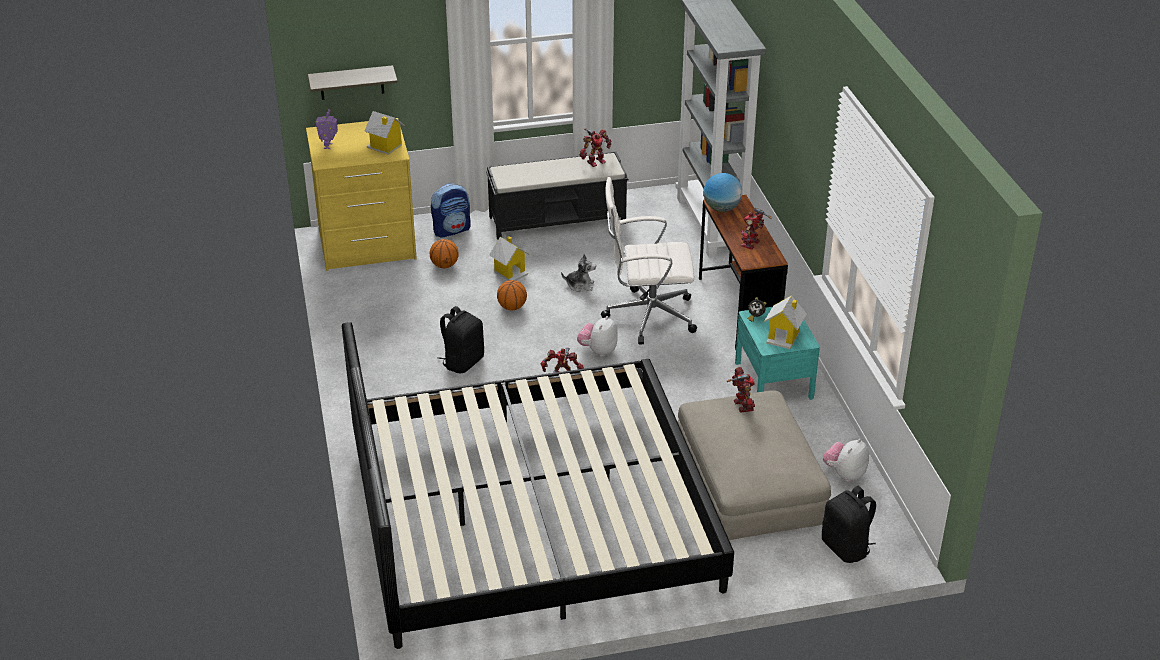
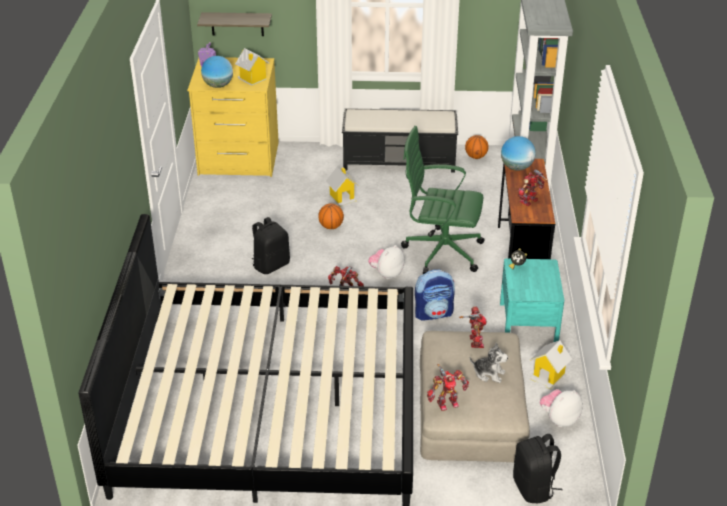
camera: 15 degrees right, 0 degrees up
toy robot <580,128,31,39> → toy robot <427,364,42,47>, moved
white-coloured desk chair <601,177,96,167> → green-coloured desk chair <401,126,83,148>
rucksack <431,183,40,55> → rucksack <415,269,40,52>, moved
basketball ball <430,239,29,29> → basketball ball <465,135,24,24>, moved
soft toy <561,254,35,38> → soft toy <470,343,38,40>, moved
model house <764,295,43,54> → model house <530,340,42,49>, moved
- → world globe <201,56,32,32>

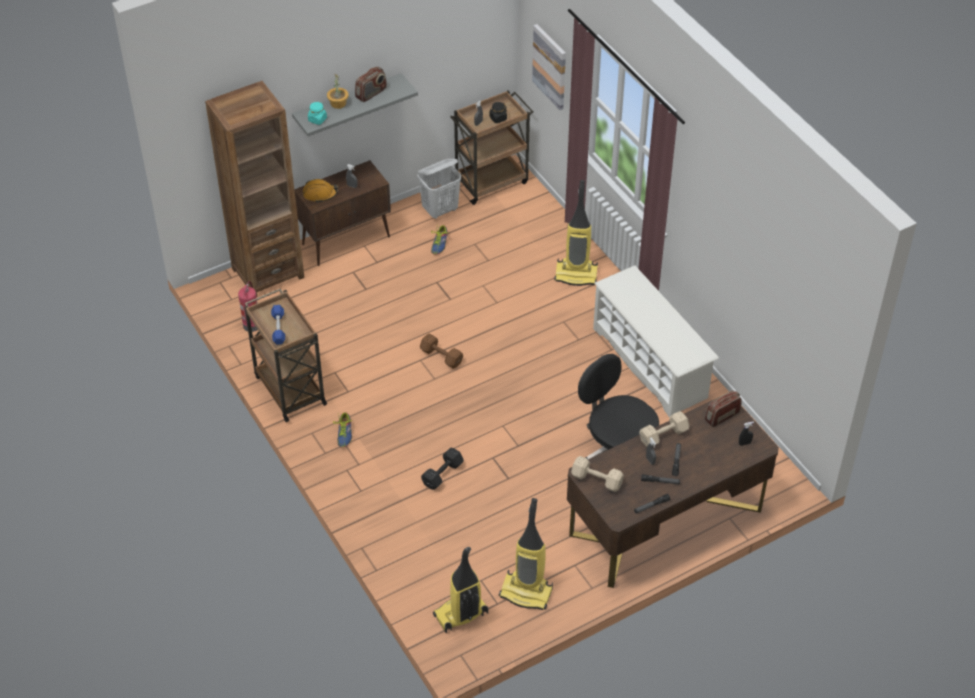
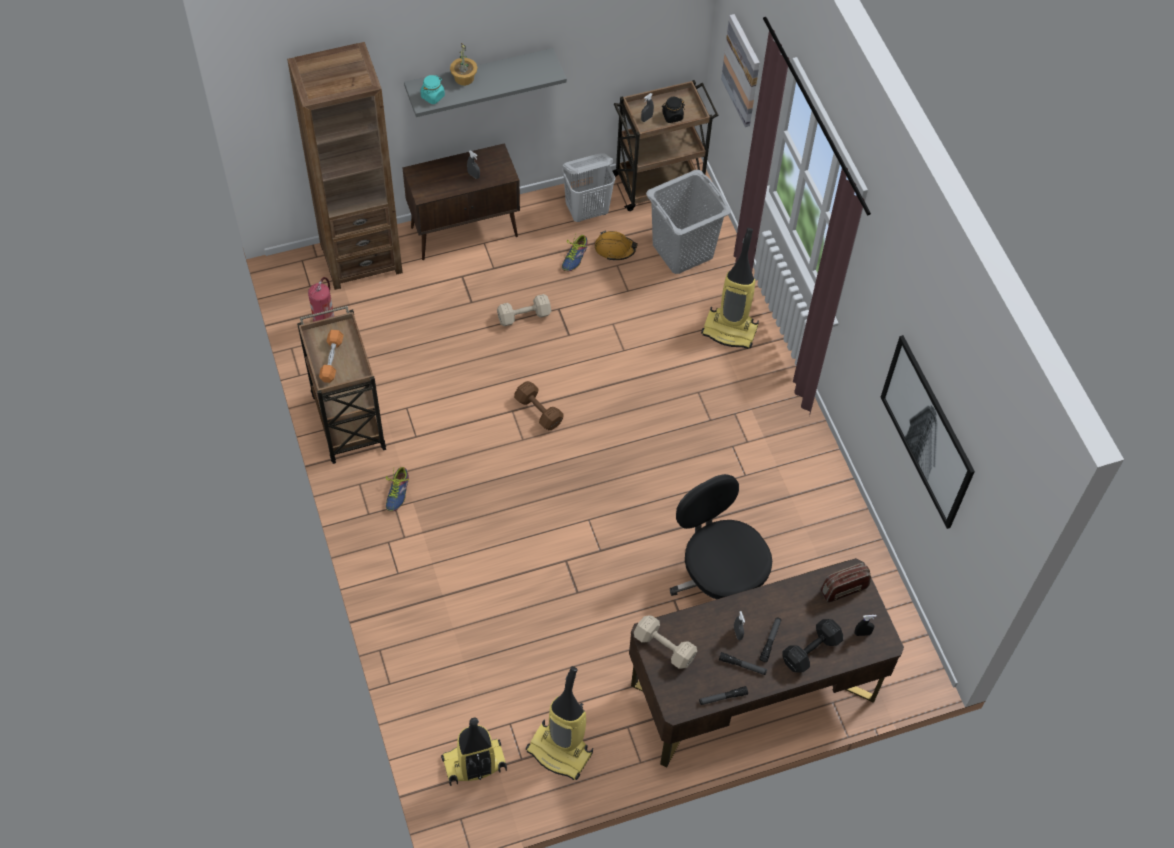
camera: 10 degrees right, 10 degrees up
radio set <355,67,32,35> → -
orangey work helmet <303,179,35,24> → orangey work helmet <595,230,43,30>, moved
white-coloured shoe shelf <593,265,126,153> → -
blue-coloured dumbbell <271,305,14,40> → orangey dumbbell <319,330,25,53>
beige dumbbell <639,411,50,36> → beige dumbbell <497,294,54,32>, moved
blackish dumbbell <421,448,43,42> → blackish dumbbell <783,619,60,54>, moved
- → grey washing basket <646,170,85,104>
- → wall picture <880,335,95,194>

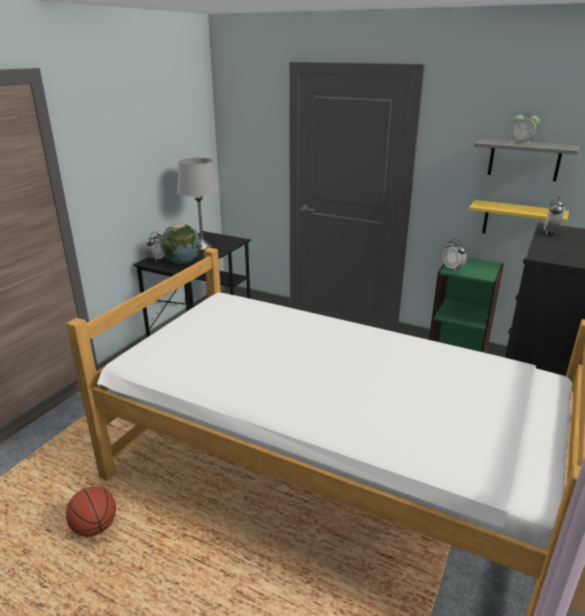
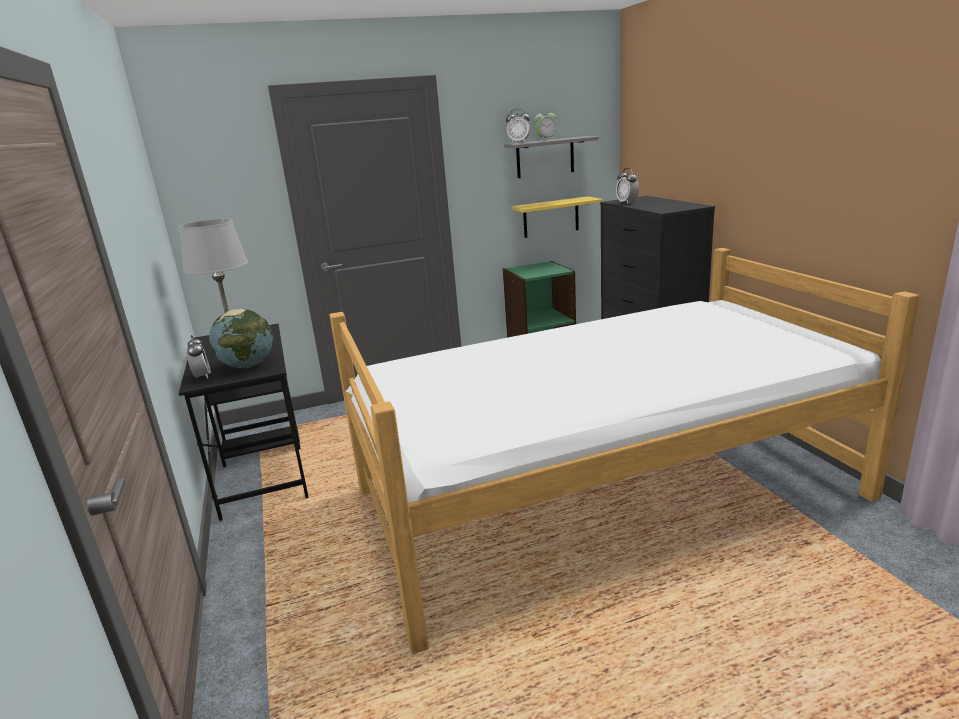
camera: 45 degrees left, 5 degrees down
alarm clock <443,239,24,32> → alarm clock <506,109,24,34>, moved
basketball ball <66,486,50,51> → -

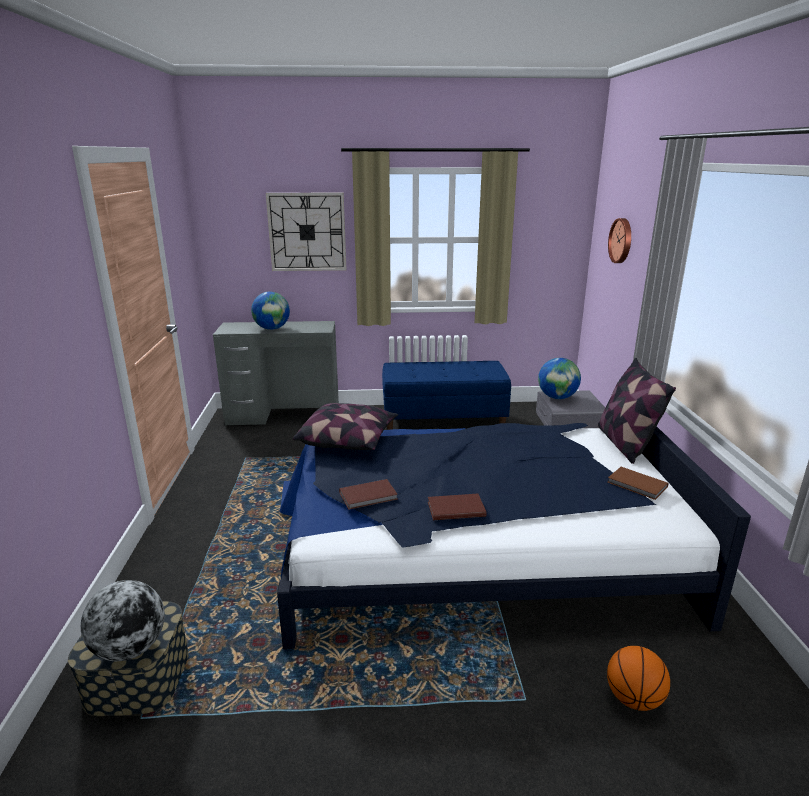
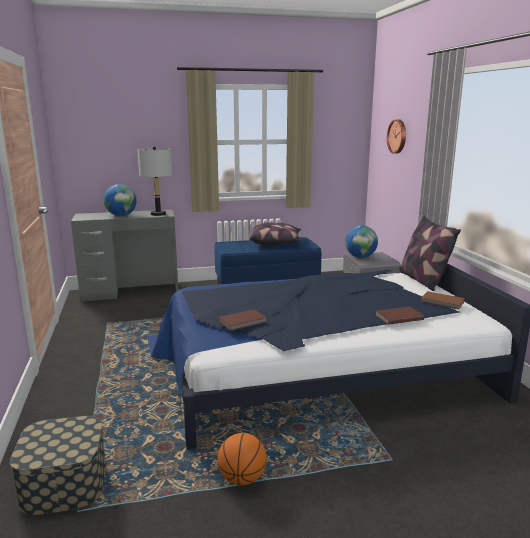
camera: 10 degrees left, 5 degrees down
hanging clock <266,193,81,78> → -
throw pillow <293,403,105,47> → throw pillow <250,222,51,23>, moved
brown-coloured volume <428,494,59,26> → brown-coloured volume <375,307,50,18>, moved
world globe <81,580,84,81> → -
basketball ball <607,646,63,65> → basketball ball <218,433,49,52>, moved
- → grey tabletop lamp <137,146,35,70>

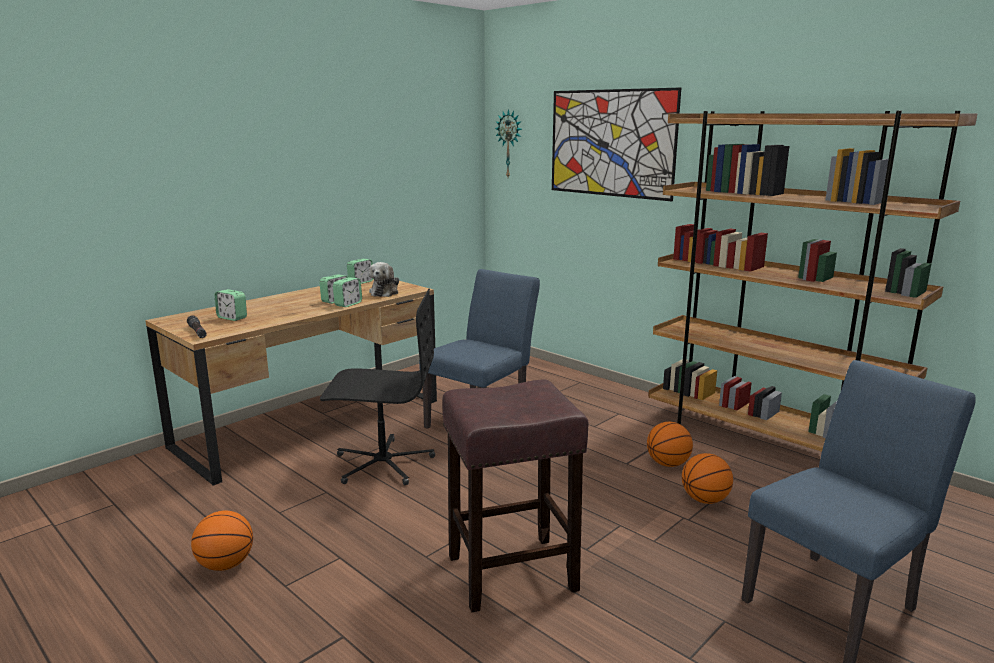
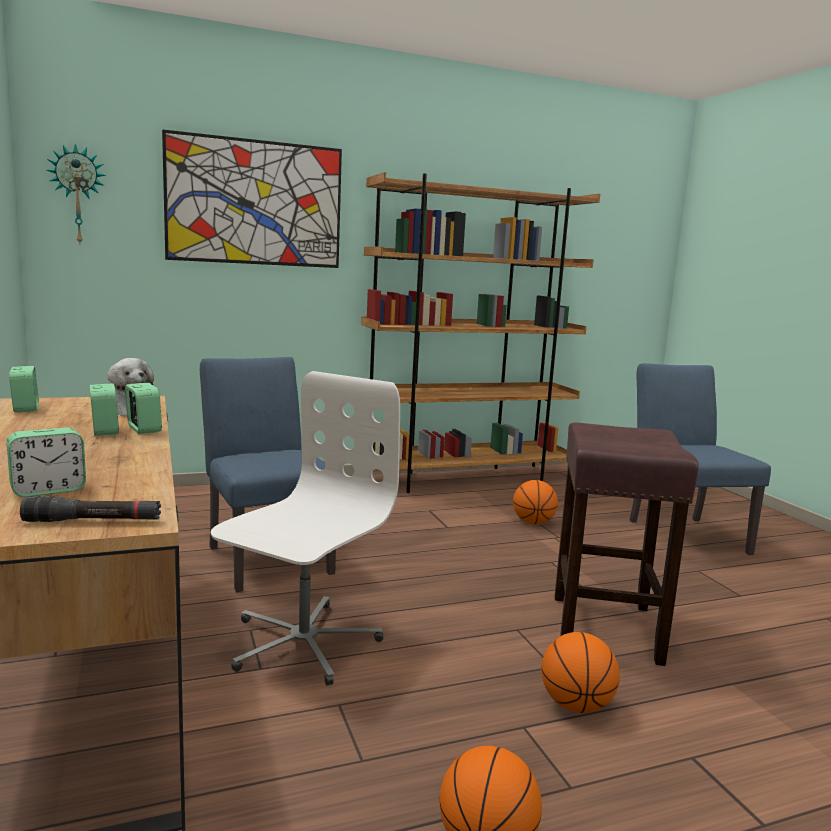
camera: 65 degrees left, 5 degrees down
blackish desk chair <320,289,115,196> → white-coloured desk chair <211,371,189,315>
basketball ball <647,422,46,45> → basketball ball <541,632,79,81>, moved

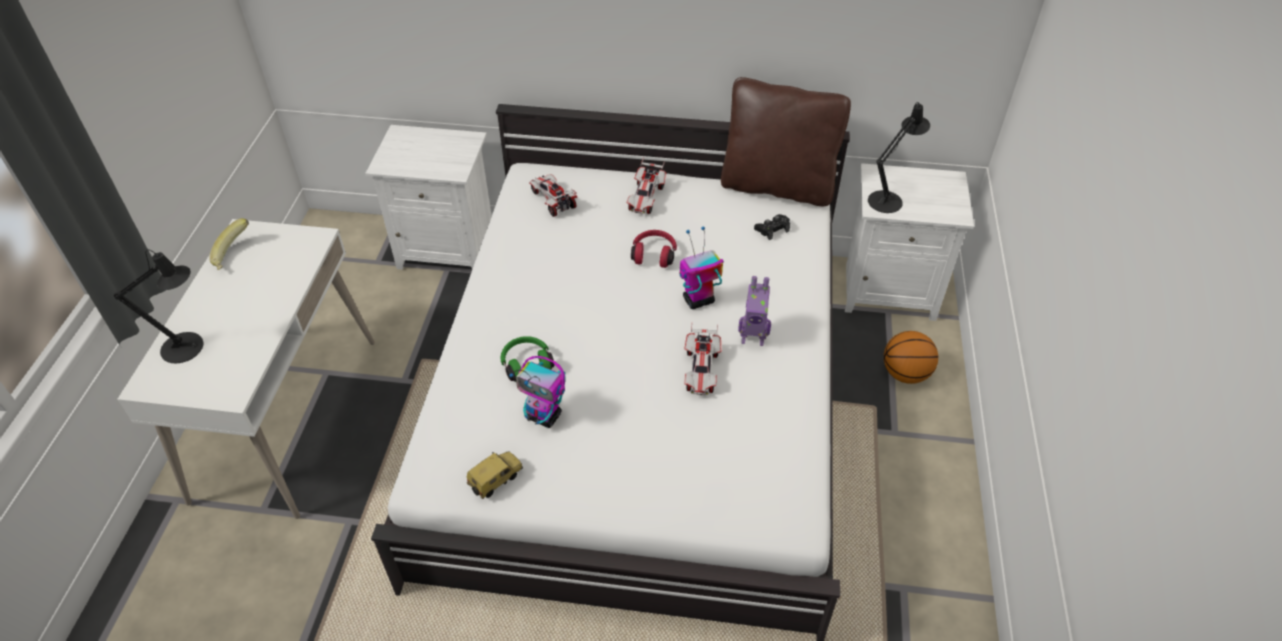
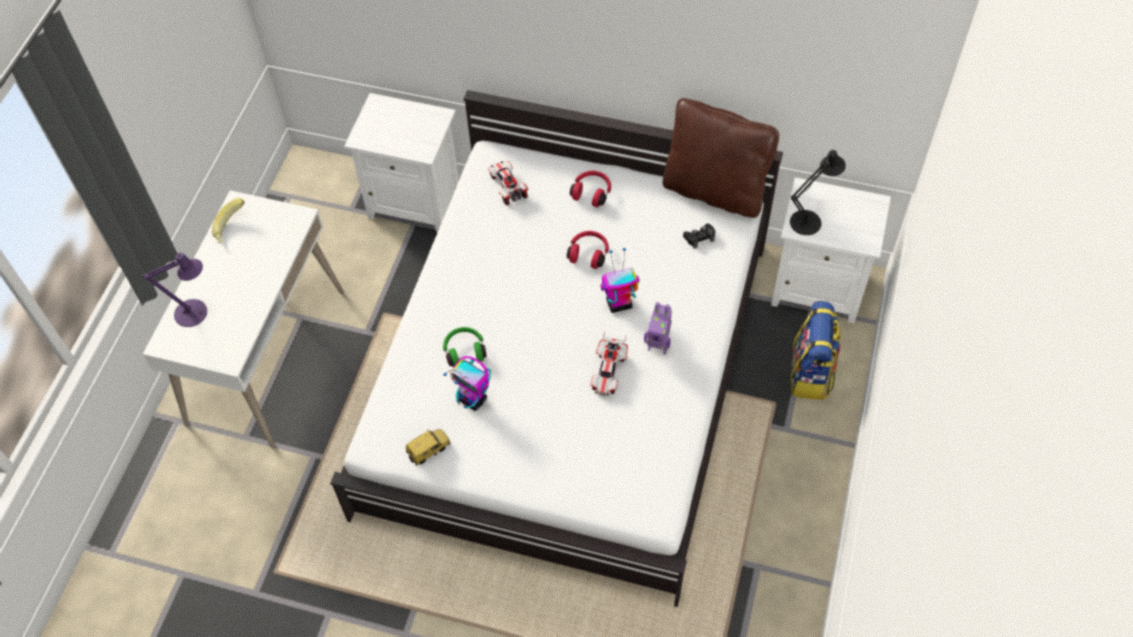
camera: 10 degrees right, 10 degrees up
model car <627,157,39,57> → red headphones <570,171,41,36>
blackish tabletop lamp <114,250,90,114> → purple-coloured tabletop lamp <143,251,64,76>
basketball ball <884,331,54,53> → rucksack <790,301,51,99>

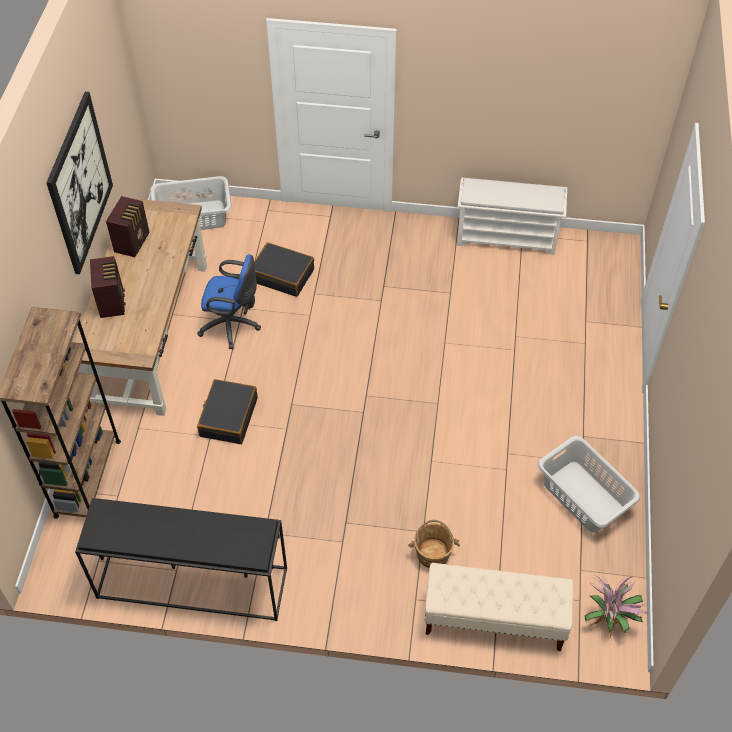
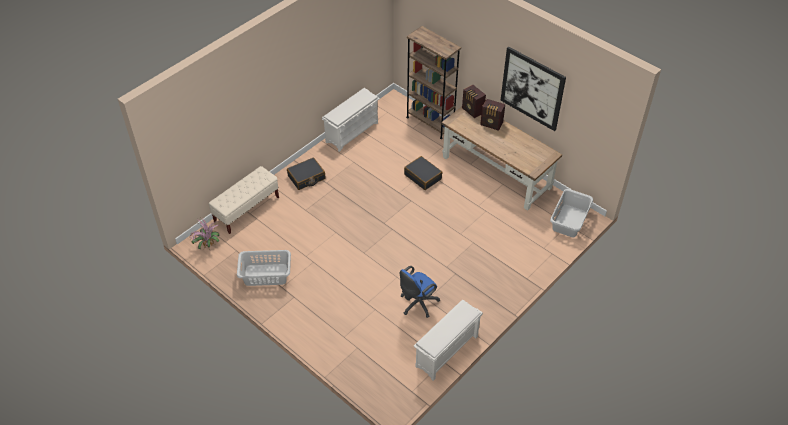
camera: 125 degrees right, 5 degrees down
radio set <106,196,44,61> → radio set <462,85,24,33>, moved
blackish suitcase <254,243,60,54> → blackish suitcase <287,157,39,33>, moved
blue-coloured desk chair <197,254,64,95> → blue-coloured desk chair <400,266,40,52>, moved
blackish console table <75,498,212,123> → white-coloured shoe shelf <322,88,58,64>
brown-coloured water bucket <408,520,52,48> → -

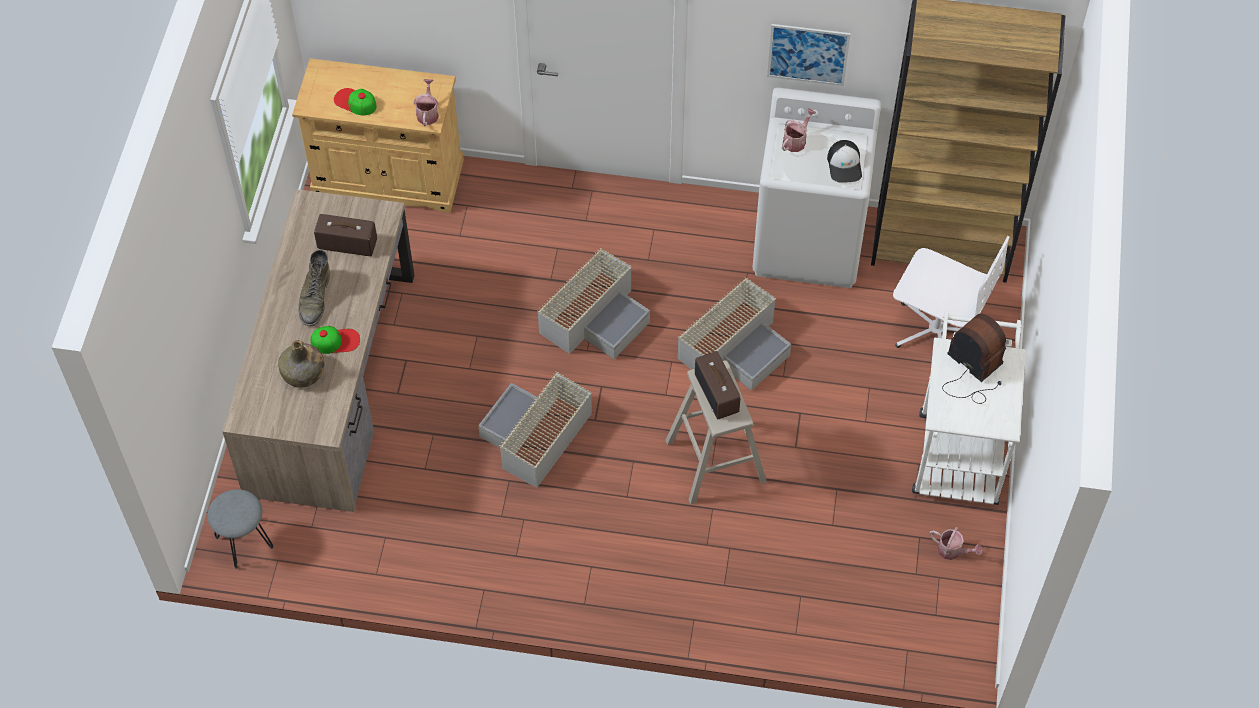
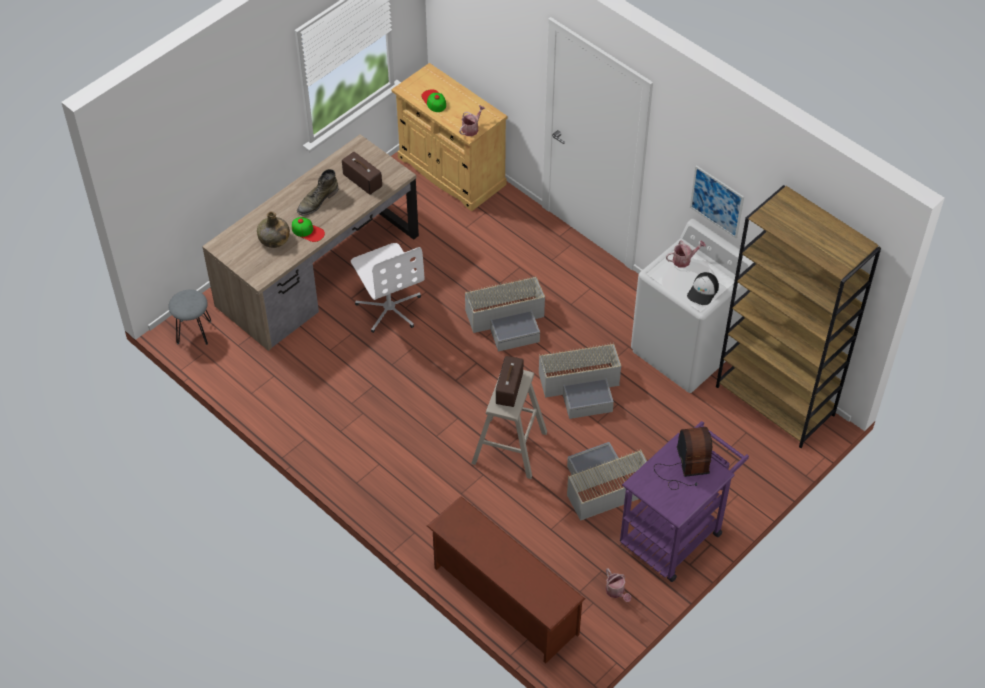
camera: 35 degrees right, 5 degrees down
white-coloured desk chair <893,236,117,112> → white-coloured desk chair <351,243,73,90>, moved
white-coloured trolley <912,310,114,195> → purple-coloured trolley <620,421,129,161>
grey storage bin <478,371,114,117> → grey storage bin <567,442,80,79>, moved
- → brown-coloured shoe shelf <427,496,158,168>

